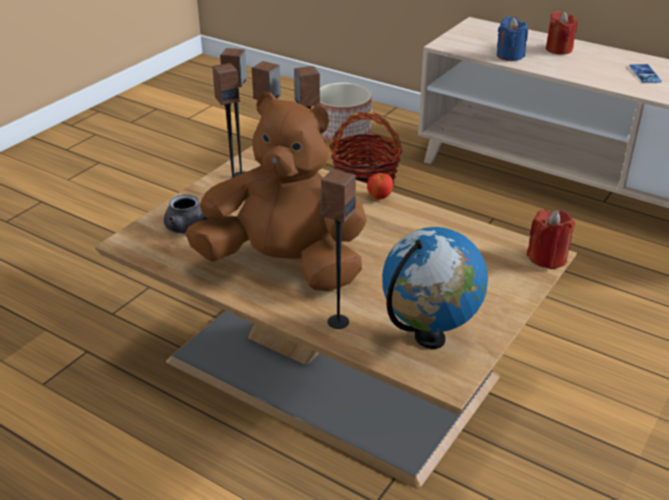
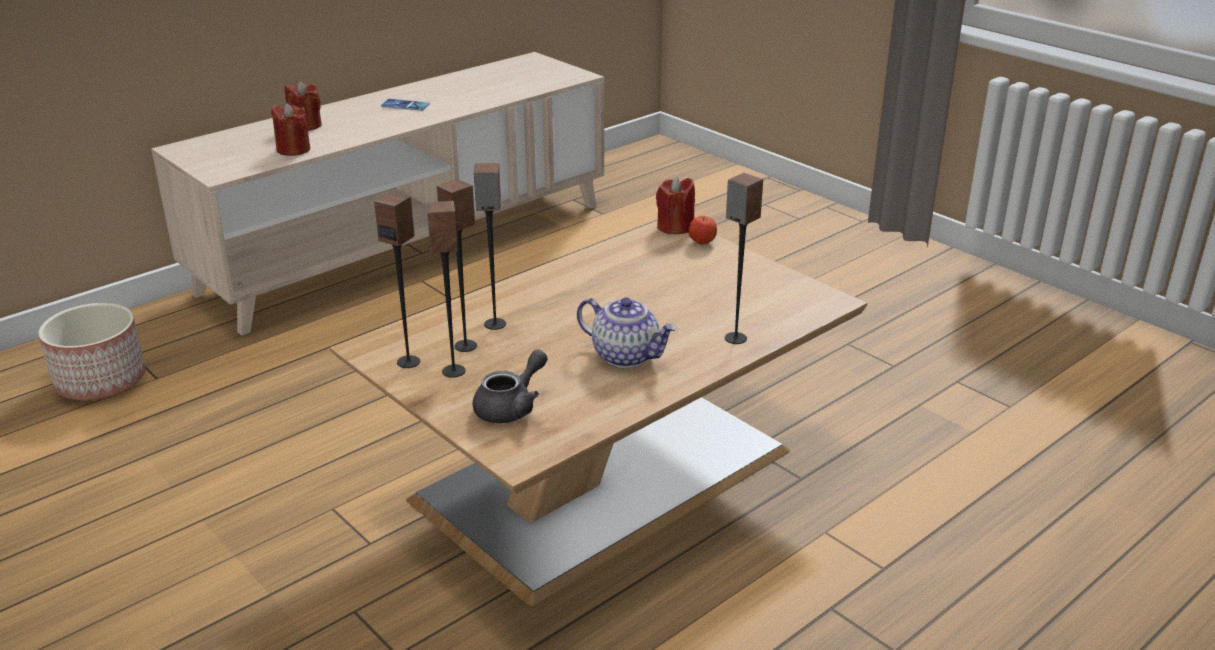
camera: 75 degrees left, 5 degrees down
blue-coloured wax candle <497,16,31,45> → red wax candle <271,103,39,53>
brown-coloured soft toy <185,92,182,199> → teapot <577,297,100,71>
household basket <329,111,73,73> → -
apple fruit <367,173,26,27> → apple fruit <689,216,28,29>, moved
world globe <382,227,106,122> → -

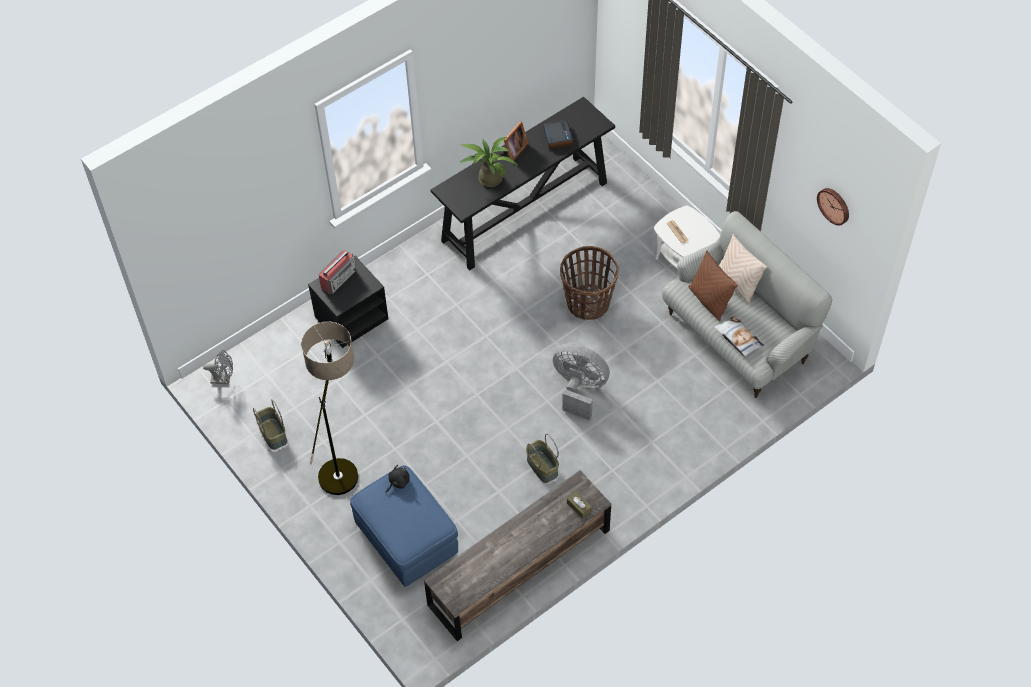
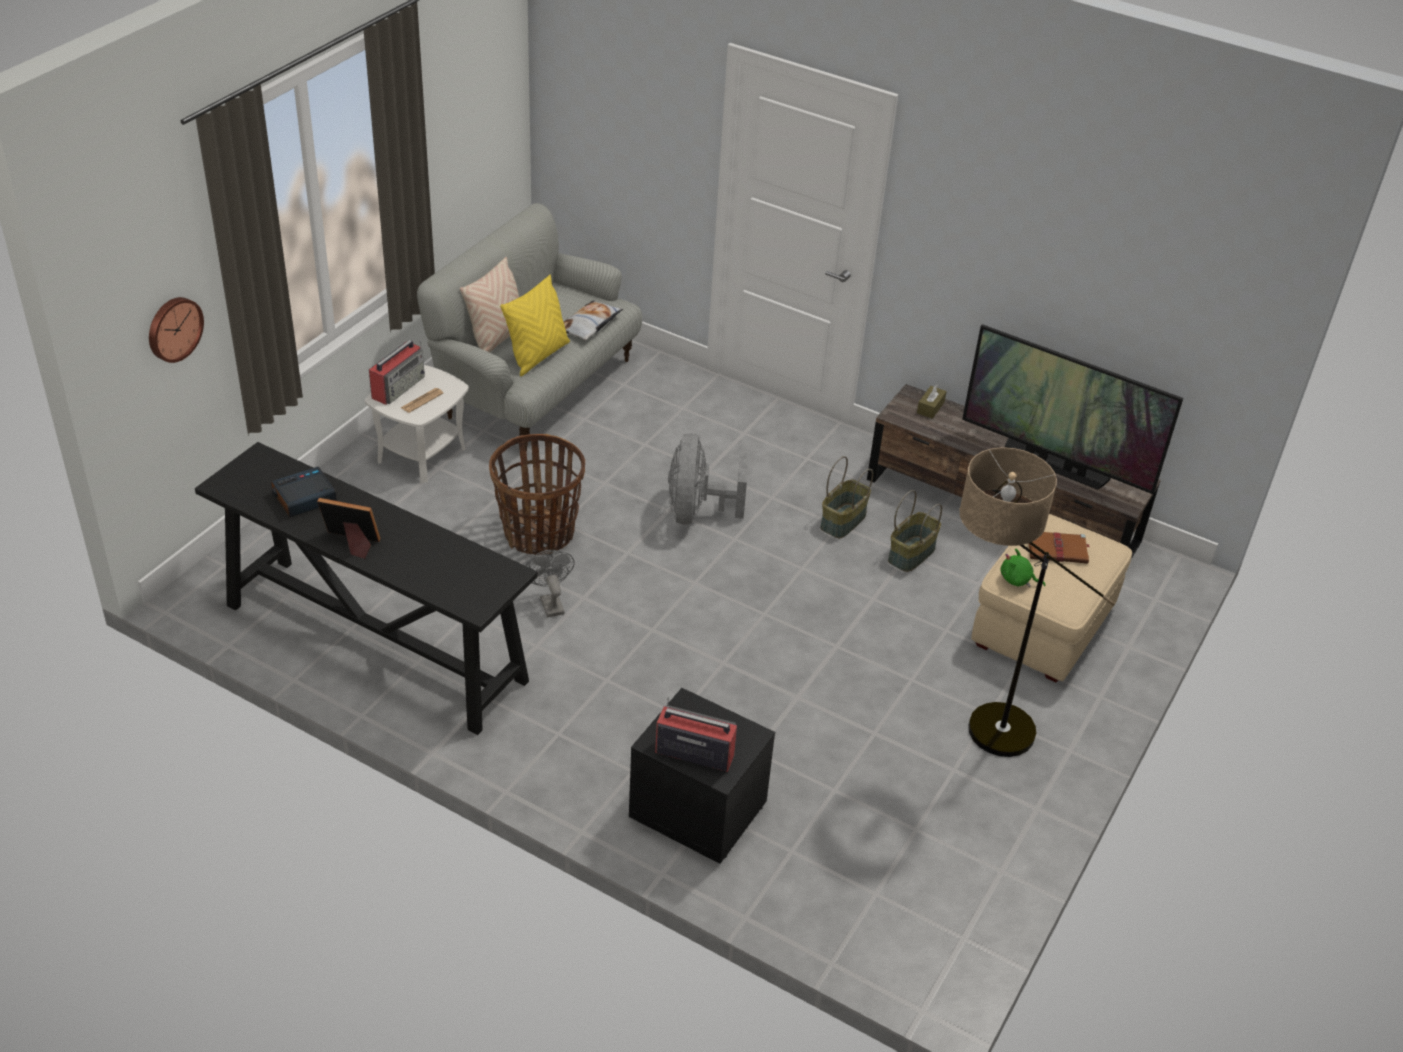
camera: 115 degrees left, 15 degrees down
potted plant <460,137,57,50> → -
hanging clock <817,188,32,38> → hanging clock <149,297,55,66>, moved
brown-coloured throw pillow <688,251,50,70> → yellow-coloured throw pillow <500,275,70,101>
grey cooling fan <203,350,30,34> → grey cooling fan <525,550,50,67>, moved
household basket <253,399,34,51> → household basket <888,490,54,82>, moved
blue-coloured ottoman <350,465,108,122> → beige ottoman <971,514,161,168>
blackish soft toy <386,465,24,27> → green-coloured soft toy <1001,549,44,38>
- → TV set <962,324,221,170>
- → radio set <369,340,56,65>
- → brown-coloured volume <1028,532,62,32>

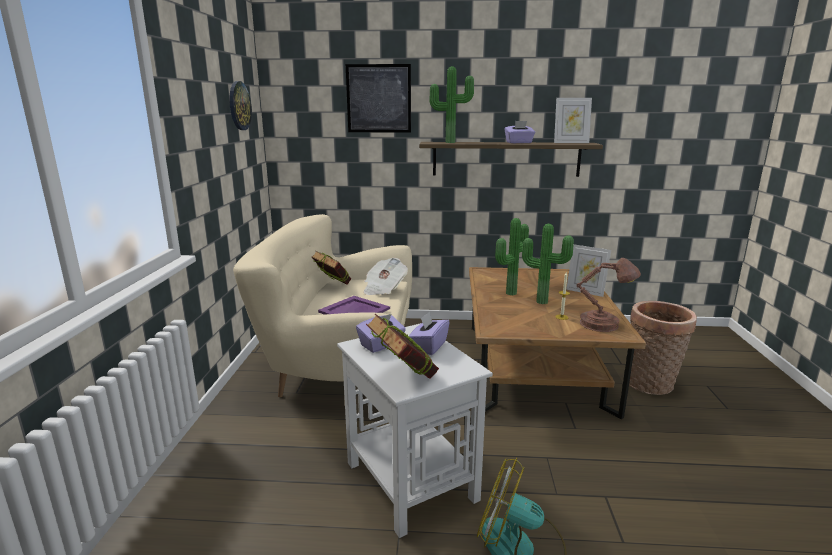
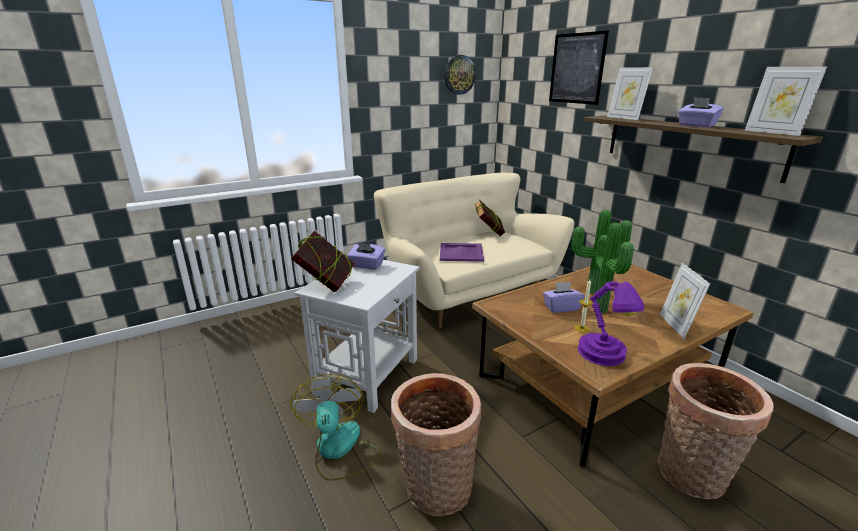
camera: 55 degrees right, 5 degrees up
potted plant <430,66,44,77> → photo frame <607,67,46,53>
newspaper <363,258,45,37> → -
brown-coloured tabletop lamp <576,258,65,74> → purple-coloured tabletop lamp <578,281,66,85>
purple-coloured tissue box <409,311,40,44> → purple-coloured tissue box <543,282,42,31>, moved
- → household basket <391,373,91,143>

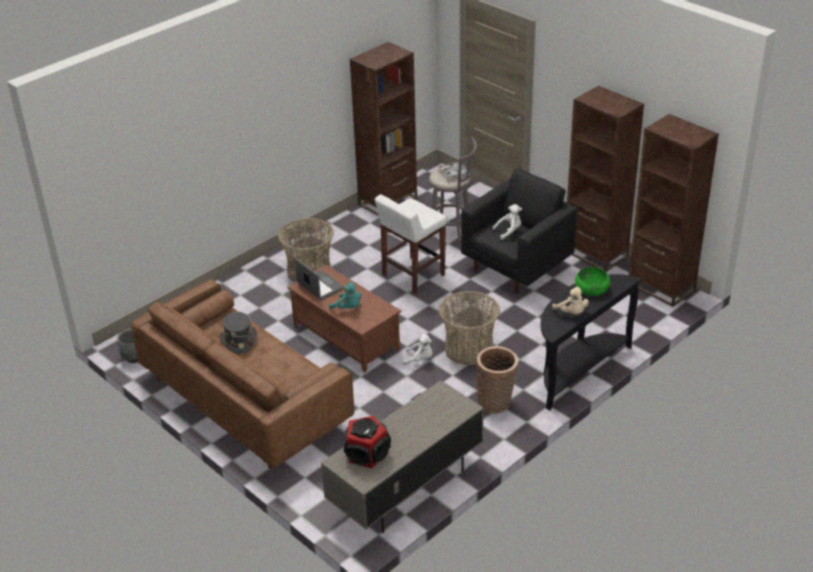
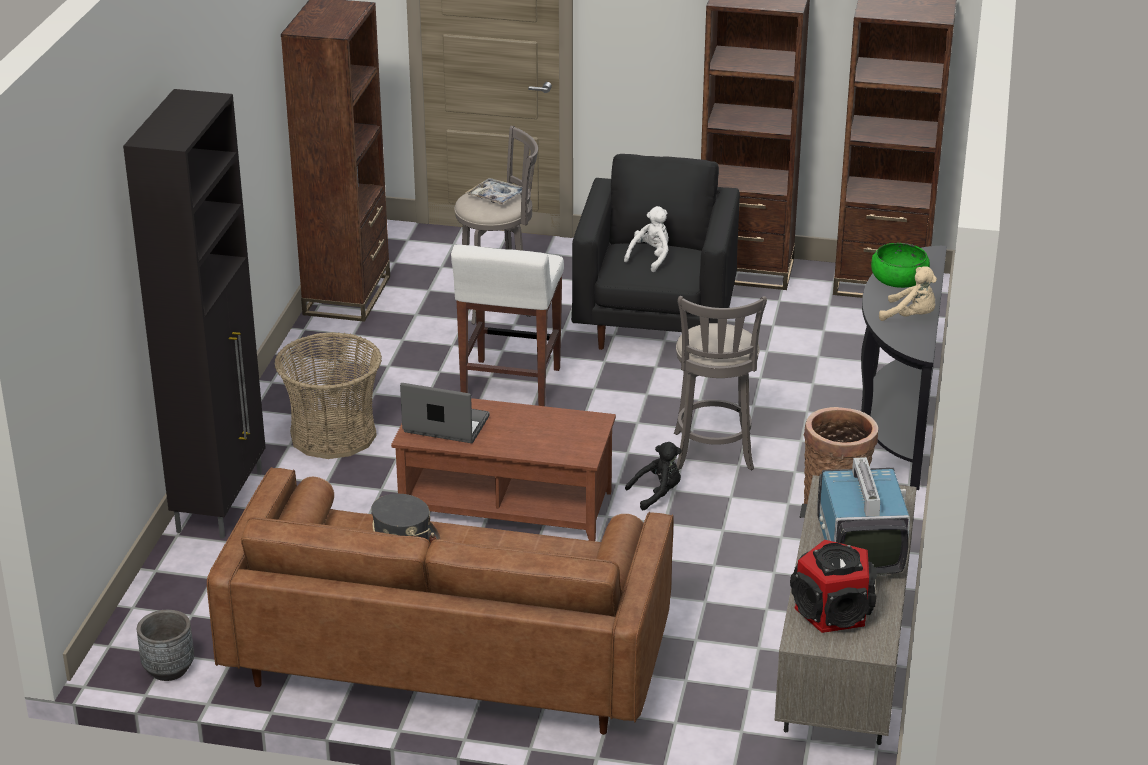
camera: 35 degrees left, 5 degrees down
turquoise soft toy <329,282,32,27> → -
household basket <439,291,61,74> → grey stool seat <674,296,93,174>
white-coloured soft toy <403,334,29,31> → blackish soft toy <625,442,57,68>
- → blackish cabinet <123,89,143,449>
- → TV set <817,457,93,120>

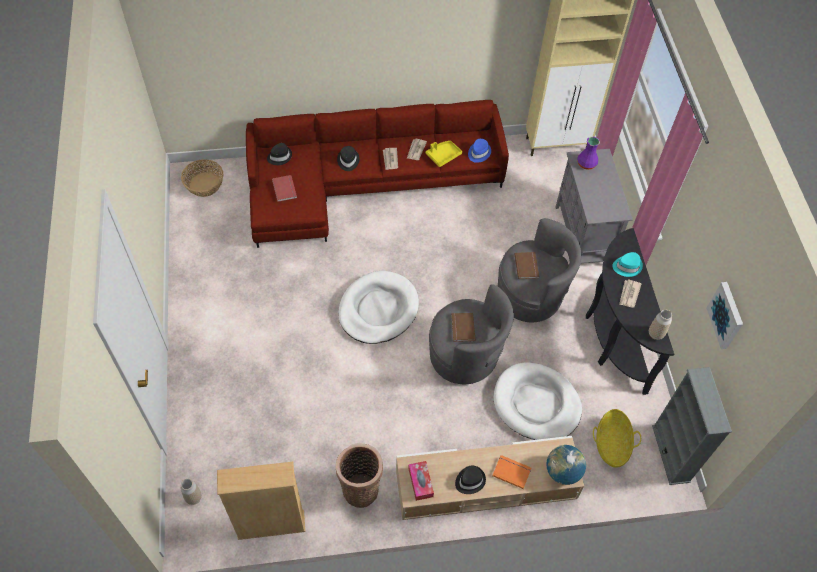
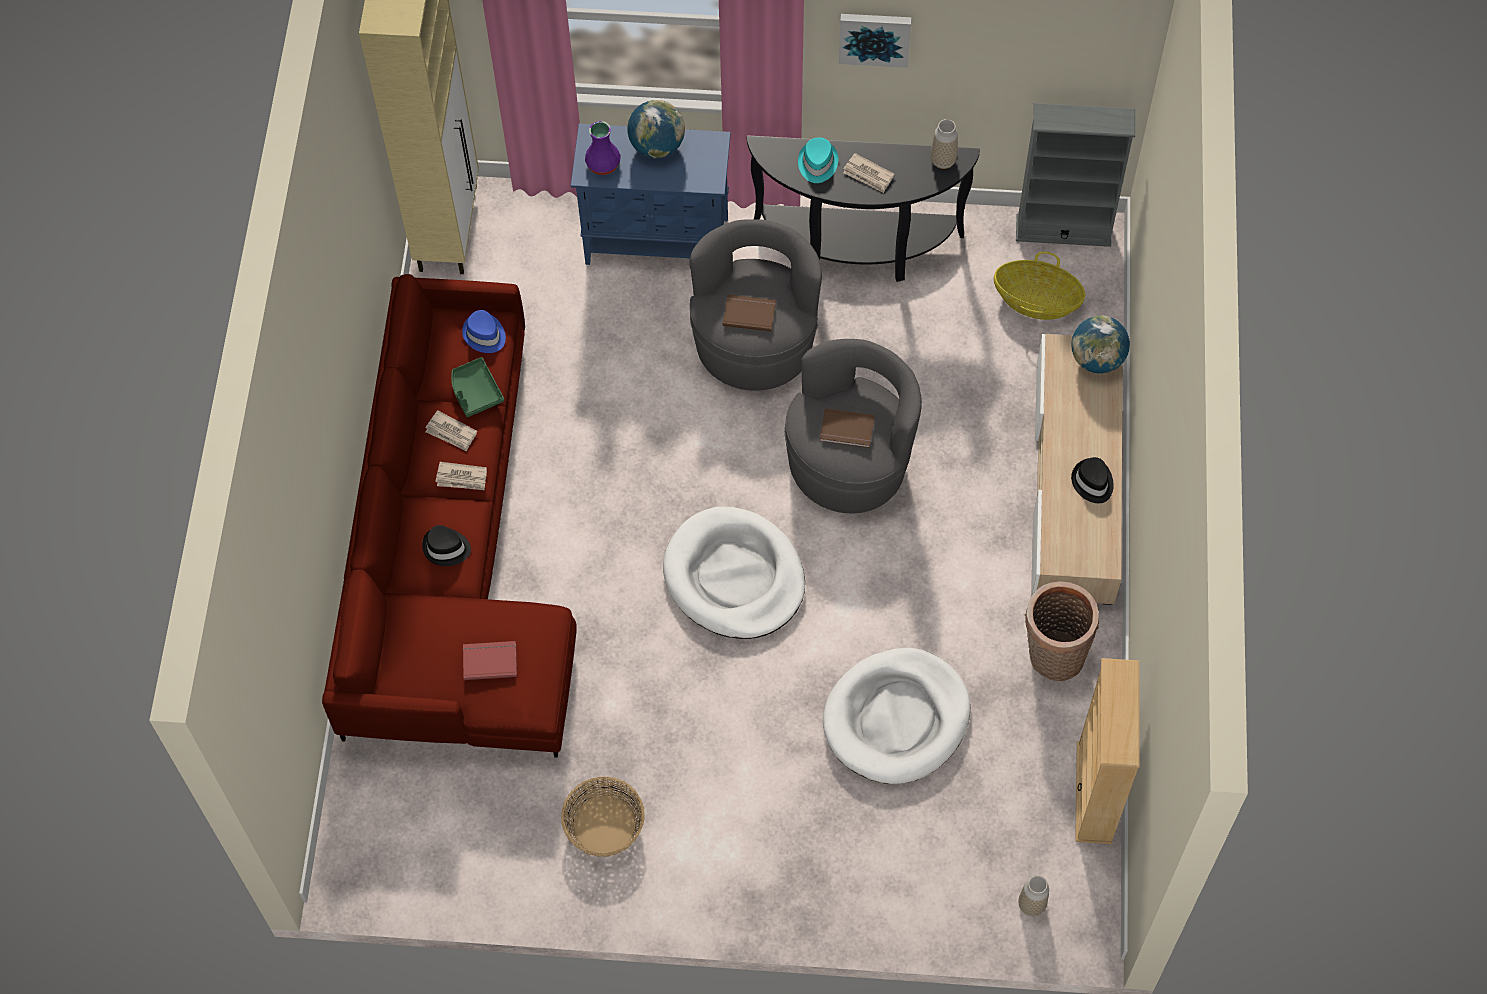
camera: 75 degrees left, 5 degrees up
yellow-coloured tray <426,141,36,26> → green-coloured tray <451,357,53,60>
blackish clothing hat <267,143,25,22> → -
grey cabinet <556,149,77,115> → blue-coloured cabinet <571,123,160,142>
household basket <181,159,42,38> → household basket <561,776,84,81>, moved
wall picture <706,282,37,67> → wall picture <839,14,72,54>, moved
white-coloured pet bed <493,362,89,78> → white-coloured pet bed <823,648,148,136>, moved
orangey volume <492,455,39,34> → -
tissue box <408,461,26,40> → -
- → world globe <627,100,58,59>

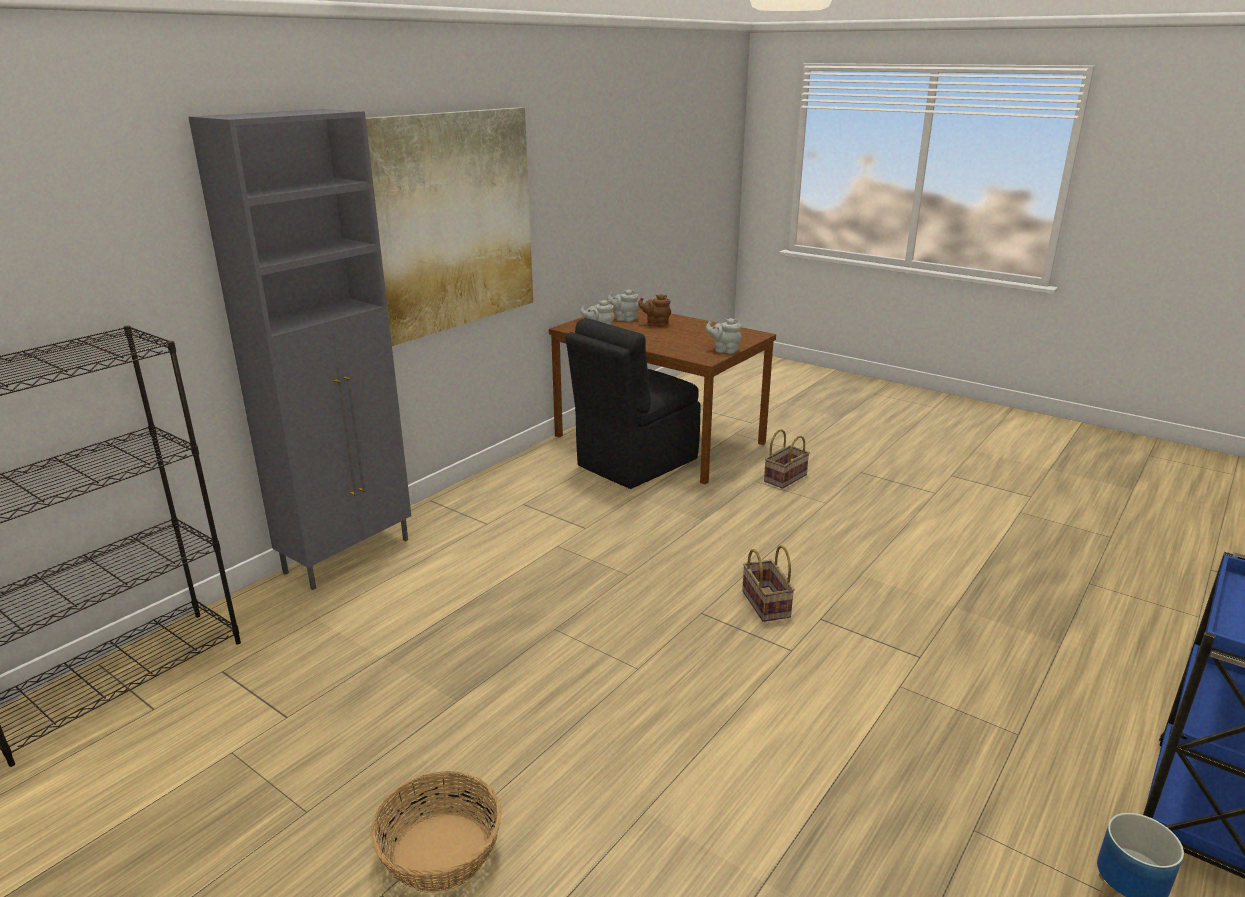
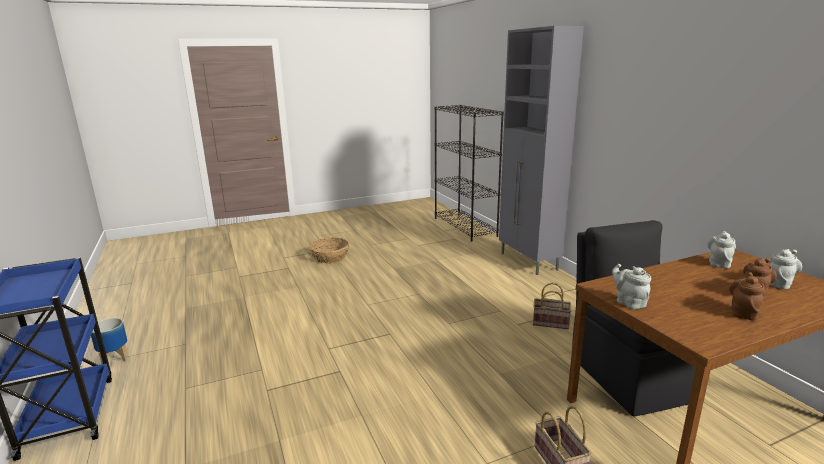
camera: 120 degrees right, 5 degrees down
wall picture <366,107,167,239> → -
grey teapot <706,318,36,36> → grey teapot <612,264,39,45>, 75 degrees counterclockwise
household basket <742,545,53,77> → household basket <533,283,38,46>, moved
- → brown-coloured teapot <729,272,36,48>

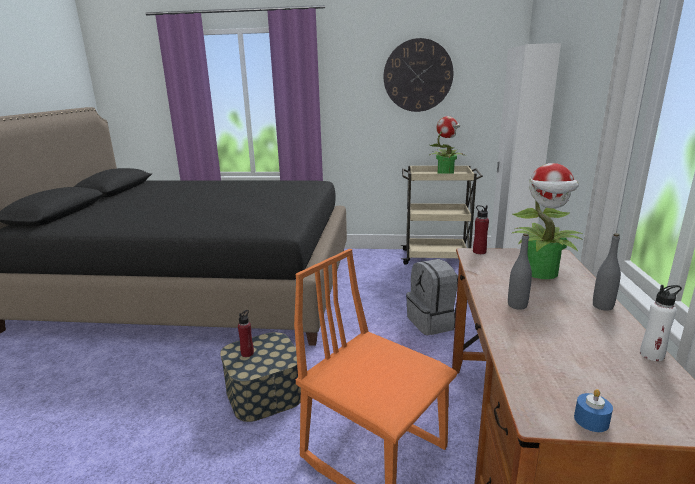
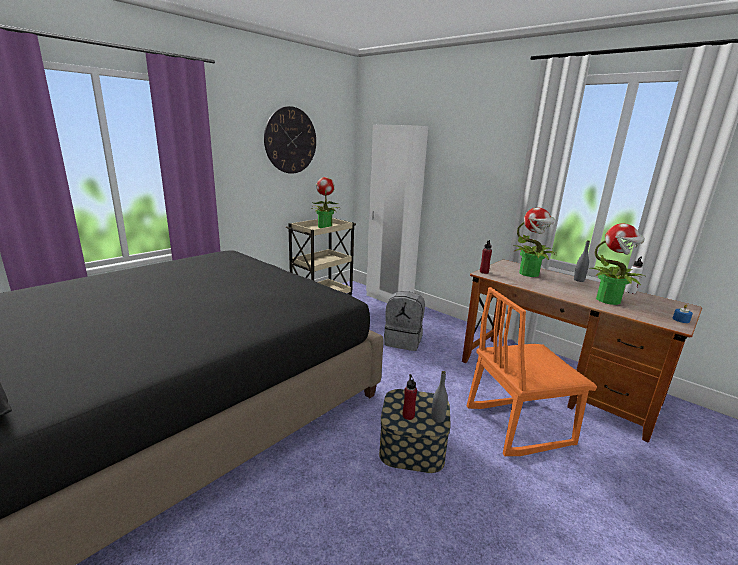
camera: 55 degrees left, 0 degrees up
grey beverage bottle <508,233,24,77> → grey beverage bottle <431,371,17,52>, moved
- → potted plant <588,223,57,82>

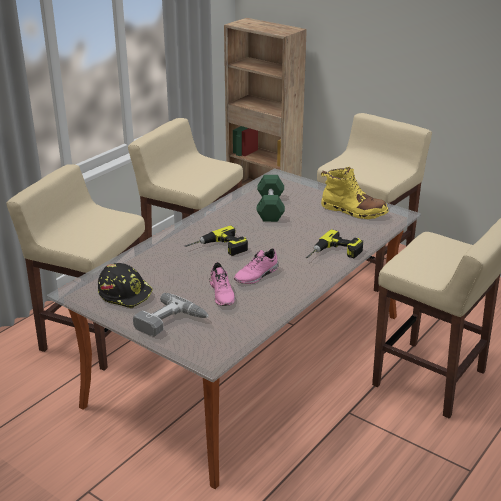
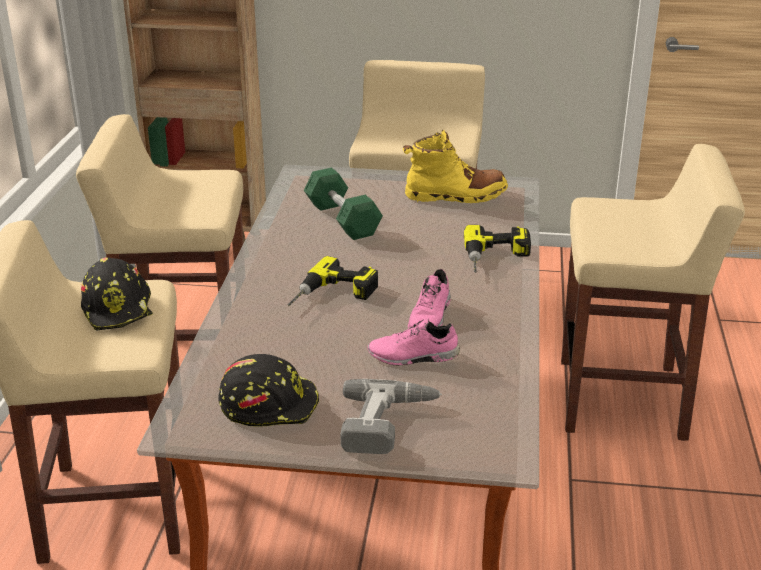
camera: 30 degrees left, 0 degrees up
pink item of footwear <209,262,26,44> → pink item of footwear <367,318,93,47>, 135 degrees clockwise
- → blackish work helmet <81,257,72,73>

